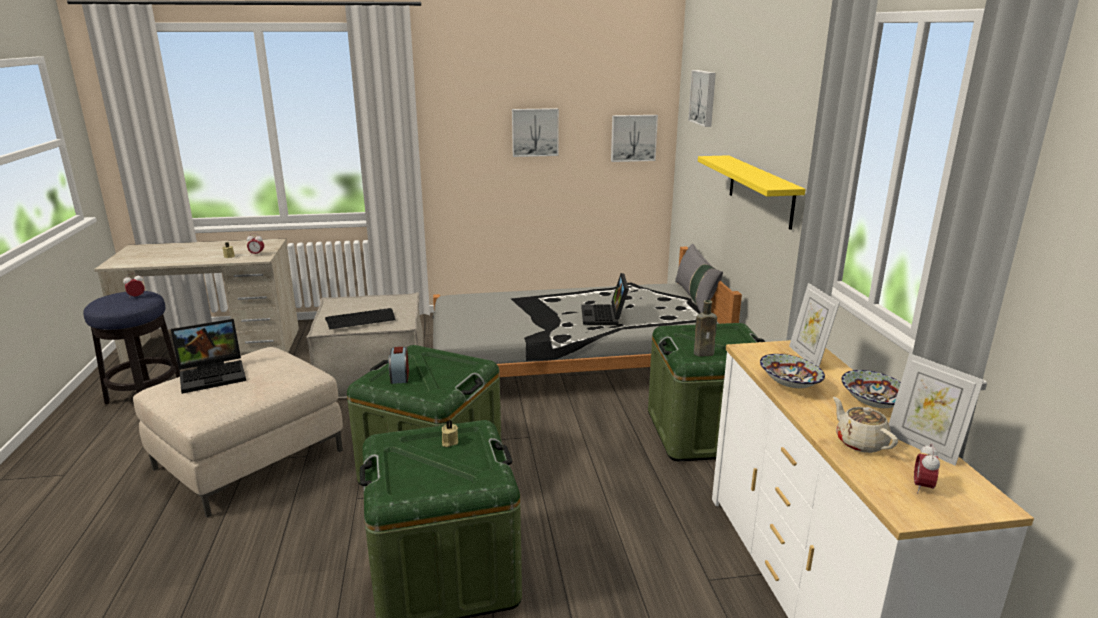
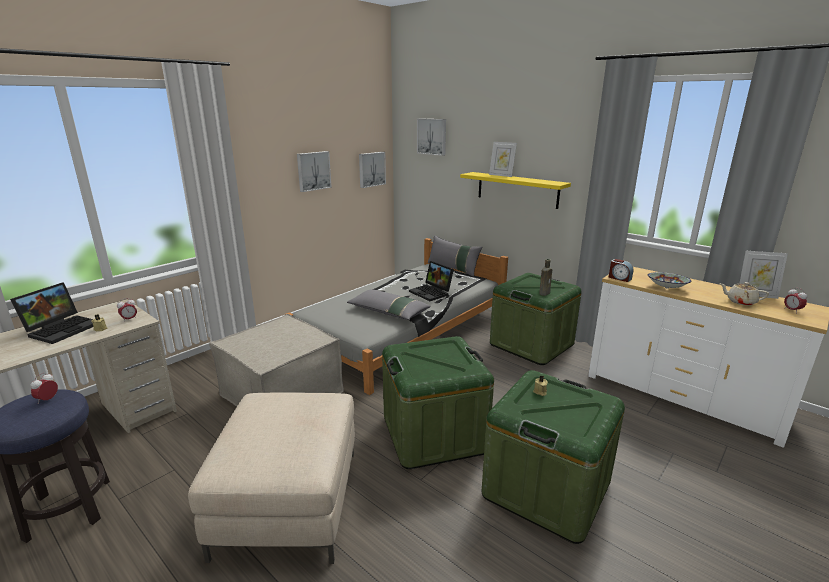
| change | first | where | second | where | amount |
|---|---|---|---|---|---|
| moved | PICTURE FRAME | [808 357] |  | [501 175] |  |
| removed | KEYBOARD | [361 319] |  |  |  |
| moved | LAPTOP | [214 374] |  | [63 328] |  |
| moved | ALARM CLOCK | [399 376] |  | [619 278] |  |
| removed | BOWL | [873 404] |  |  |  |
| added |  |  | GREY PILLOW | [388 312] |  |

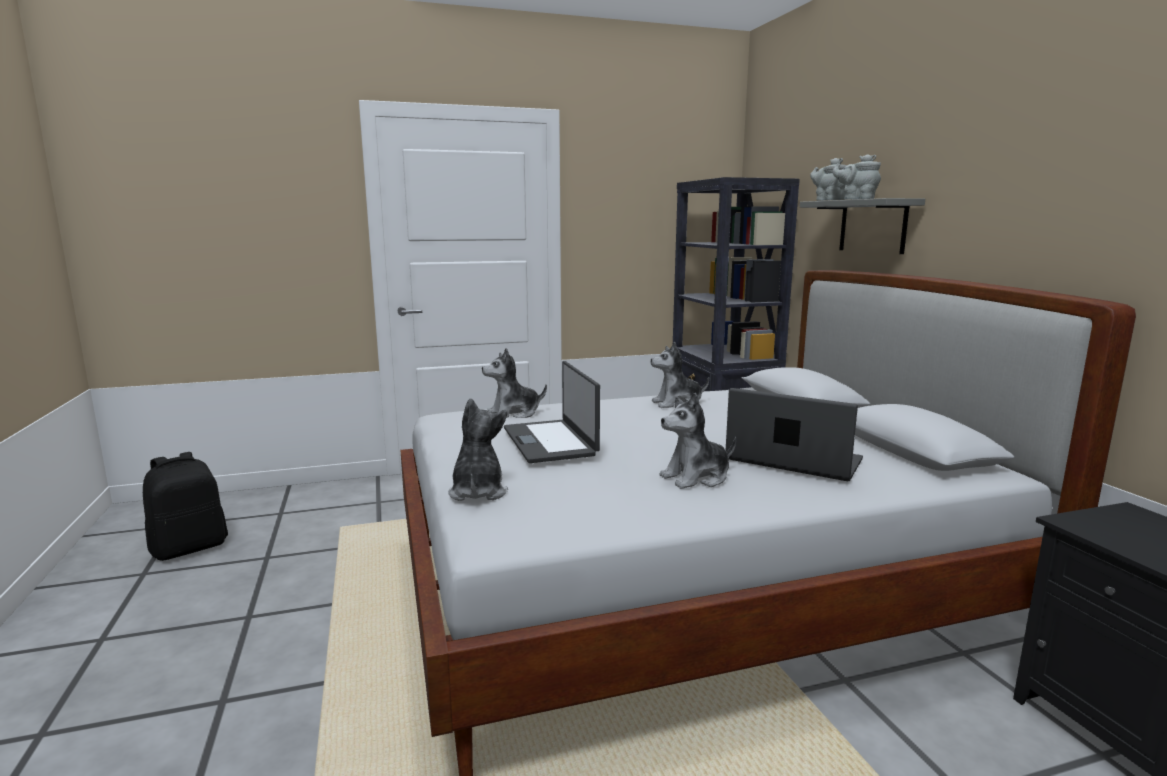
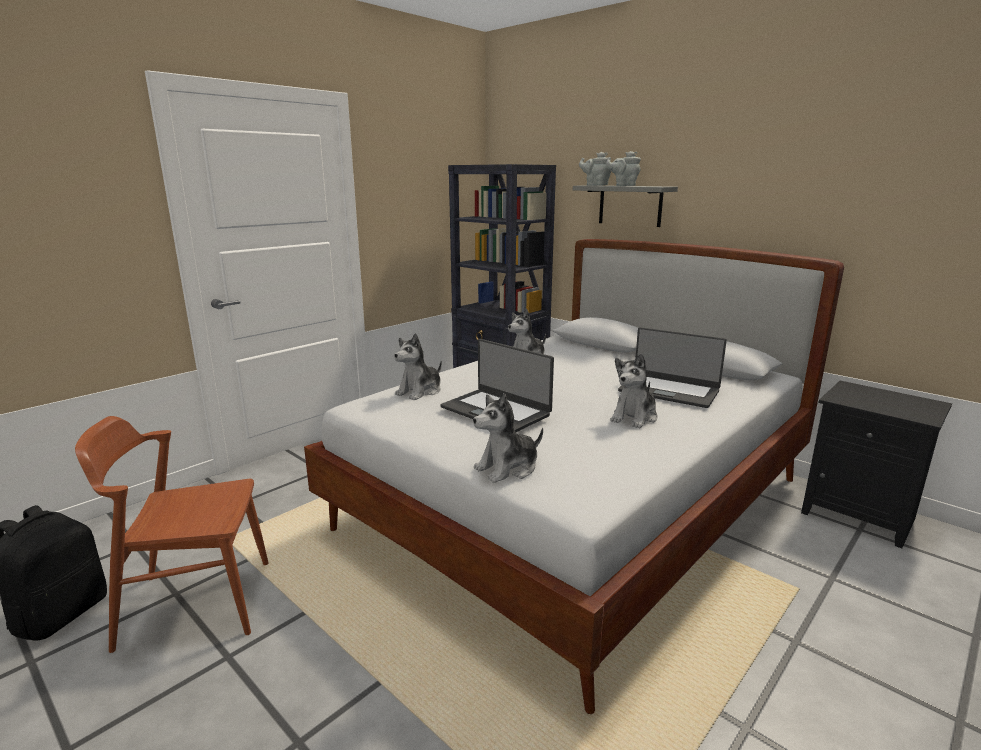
| change | first | where | second | where | amount |
|---|---|---|---|---|---|
| turned | LAPTOP | [793 461] |  | [669 391] | 150 degrees counterclockwise |
| turned | PLUSH TOY | [478 492] |  | [508 468] | 90 degrees counterclockwise |
| added |  |  | BROWN CHAIR | [196 603] |  |

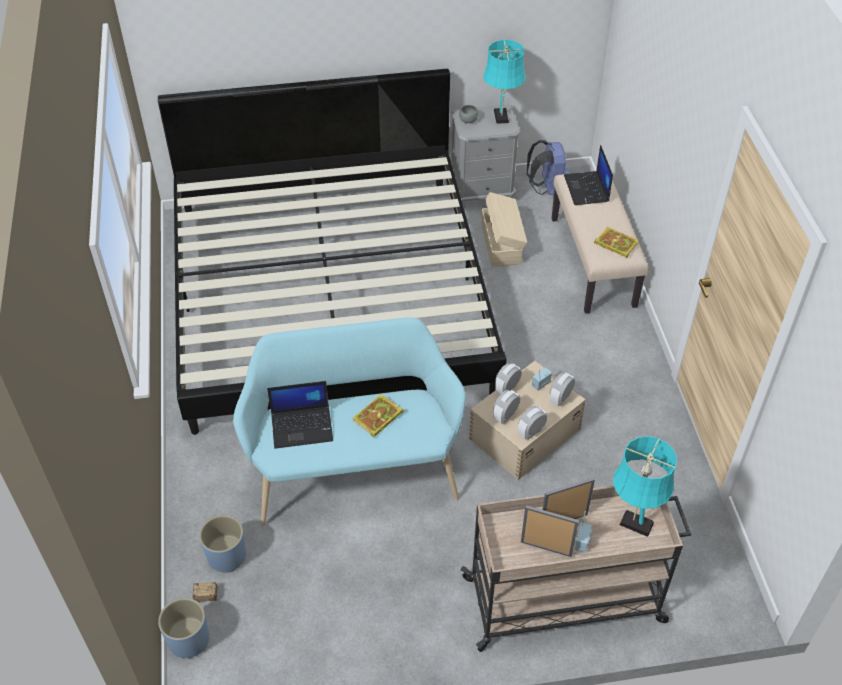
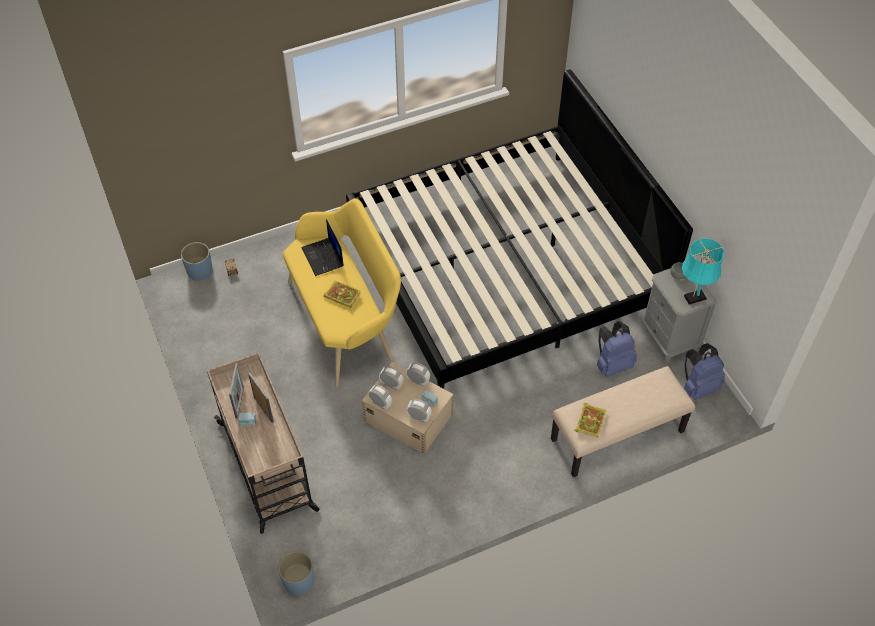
| change | first | where | second | where | amount |
|---|---|---|---|---|---|
| removed | LAPTOP | [587 189] |  |  |  |
| replaced | BEIGE STORAGE BOX | [501 242] | BLUE BACKPACK | [612 364] |  |
| recoloured | TURQUOISE BENCH | [354 469] | YELLOW BENCH | [346 320] |  |
| removed | TURQUOISE TABLE LAMP | [633 522] |  |  |  |
| moved | BLUE PLANTER | [227 556] |  | [298 581] |  |

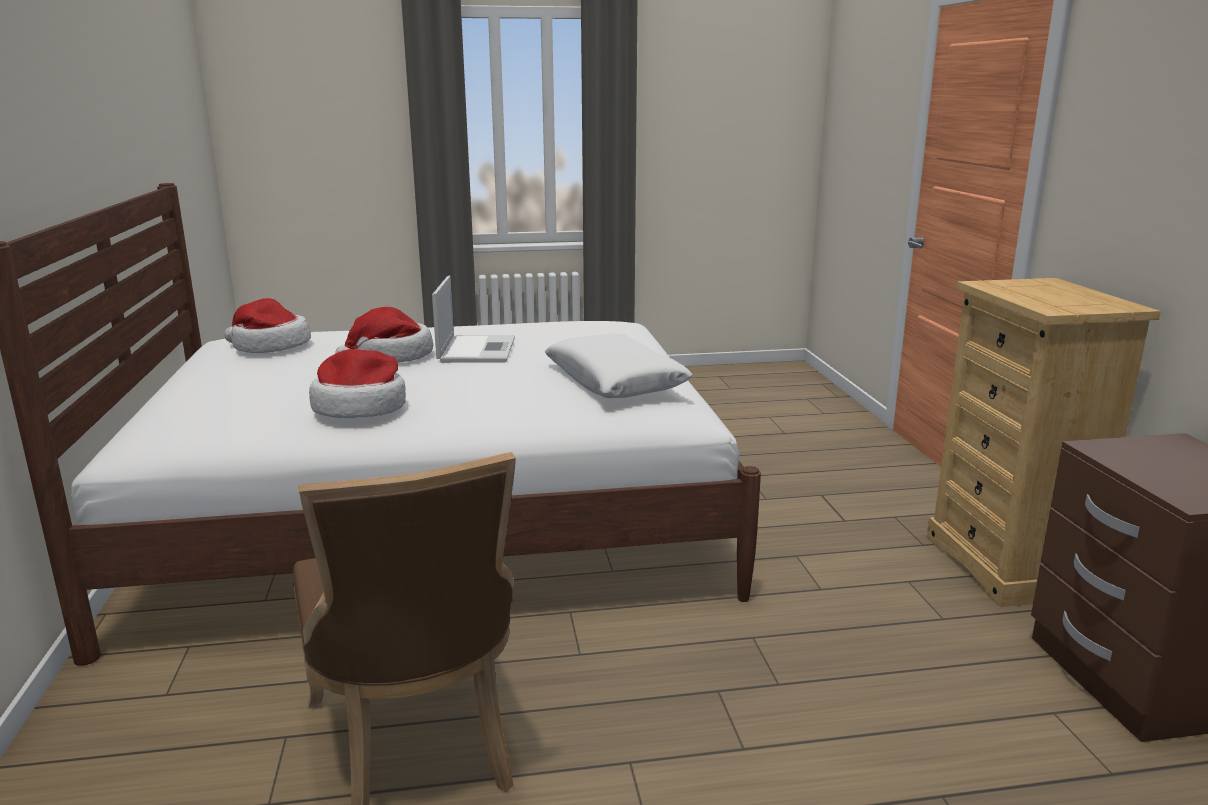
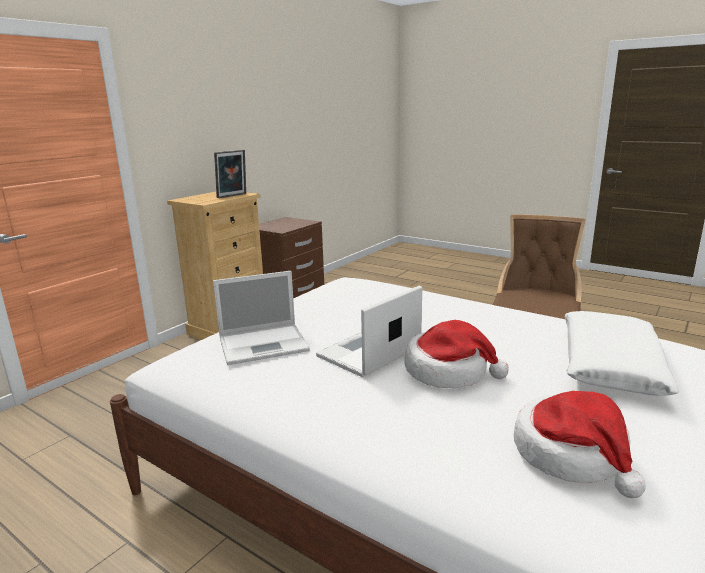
| change | first | where | second | where | amount |
|---|---|---|---|---|---|
| moved | WHITE PILLOW | [615 381] |  | [610 364] |  |
| removed | HAT | [361 407] |  |  |  |
| added |  |  | PICTURE FRAME | [233 196] |  |
| added |  |  | LAPTOP | [265 344] |  |

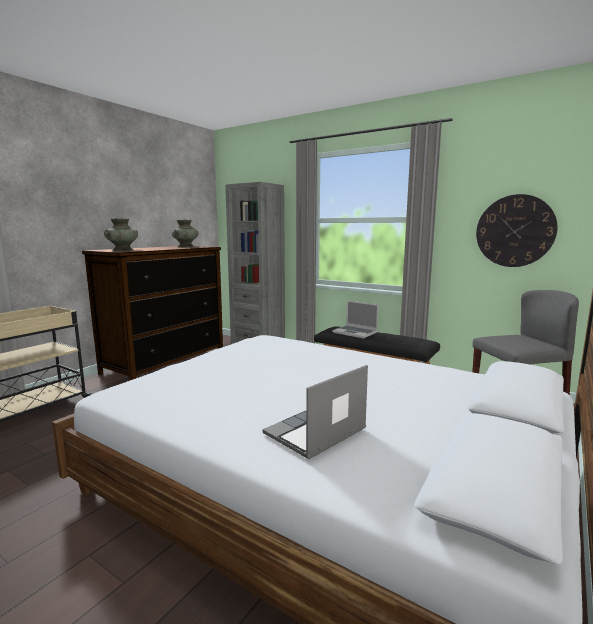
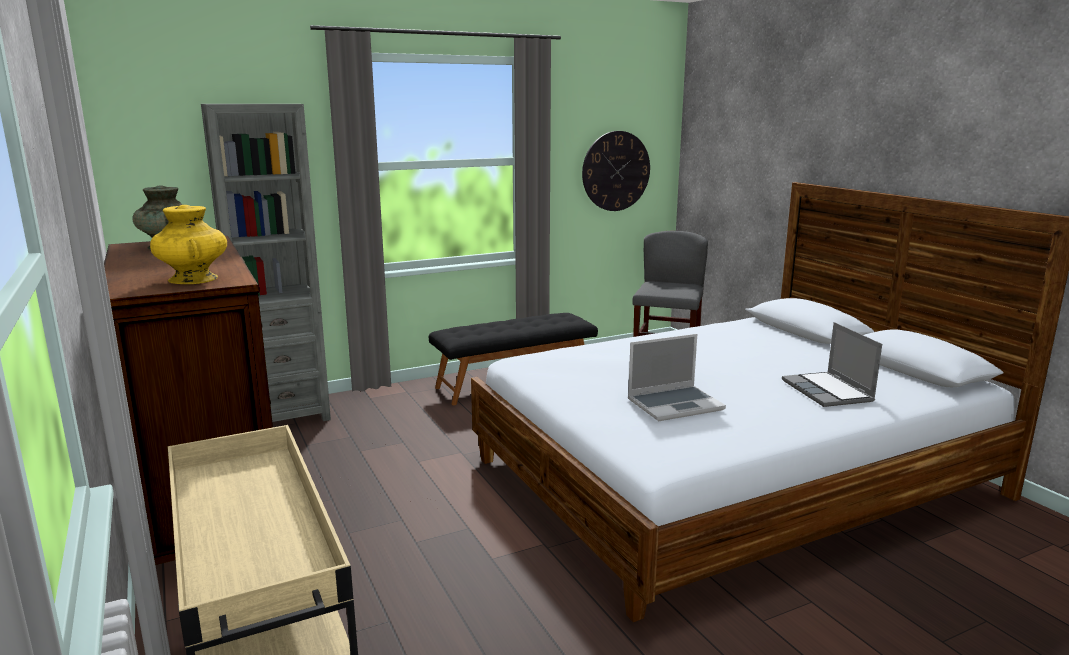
| change | first | where | second | where | amount |
|---|---|---|---|---|---|
| recoloured | TURQUOISE VASE | [123 250] | YELLOW VASE | [193 279] |  |
| moved | LAPTOP | [355 332] |  | [675 404] |  |

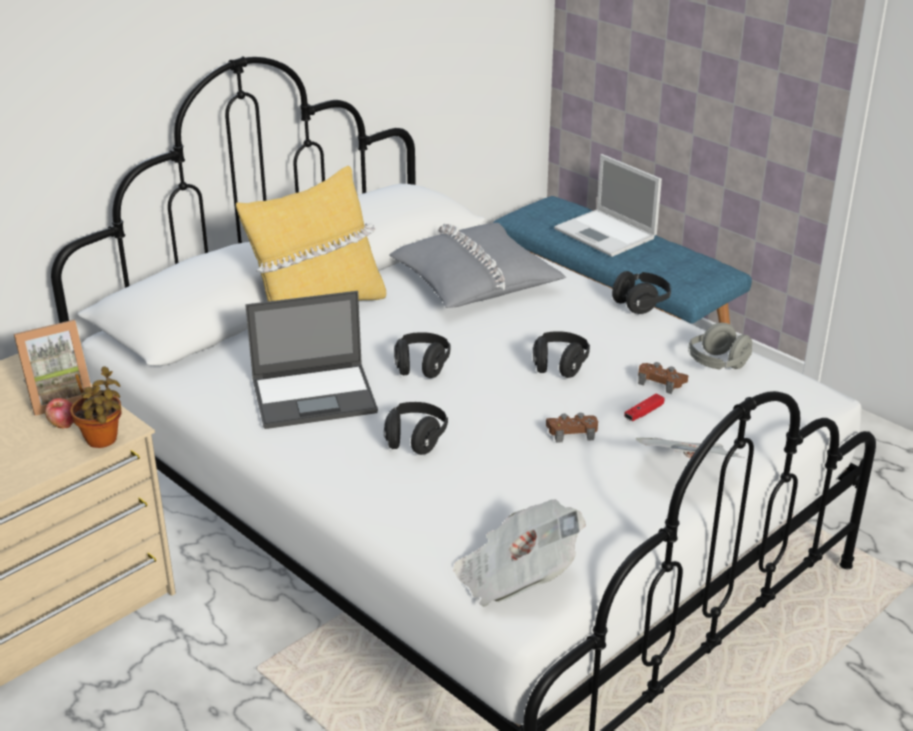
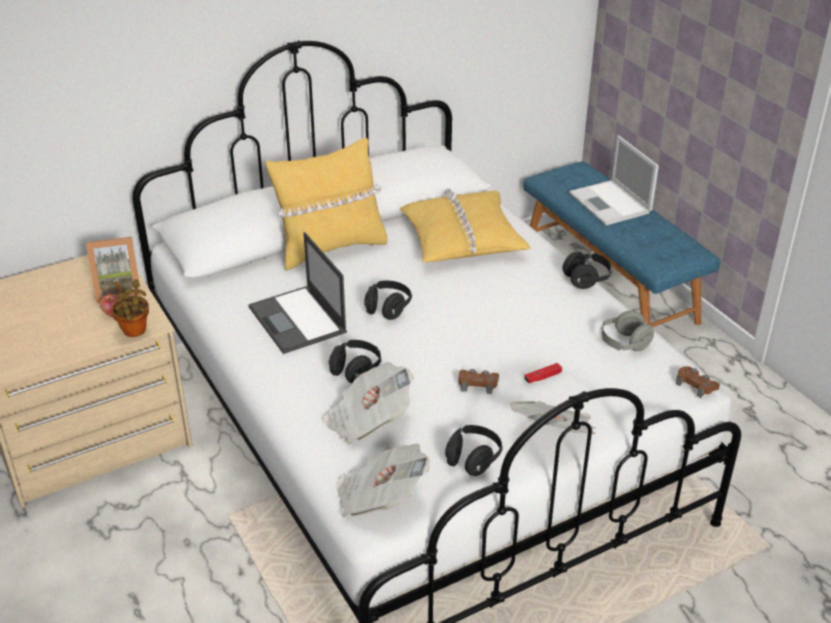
| change | first | where | second | where | amount |
|---|---|---|---|---|---|
| recoloured | GREY PILLOW | [473 280] | YELLOW PILLOW | [462 238] |  |
| turned | LAPTOP | [315 396] |  | [298 320] | 60 degrees clockwise |
| moved | BLACK HEADPHONES | [559 366] |  | [473 459] |  |
| moved | BROWN GAME CONTROLLER | [661 382] |  | [696 385] |  |
| added |  |  | NEWSPAPER | [368 420] |  |

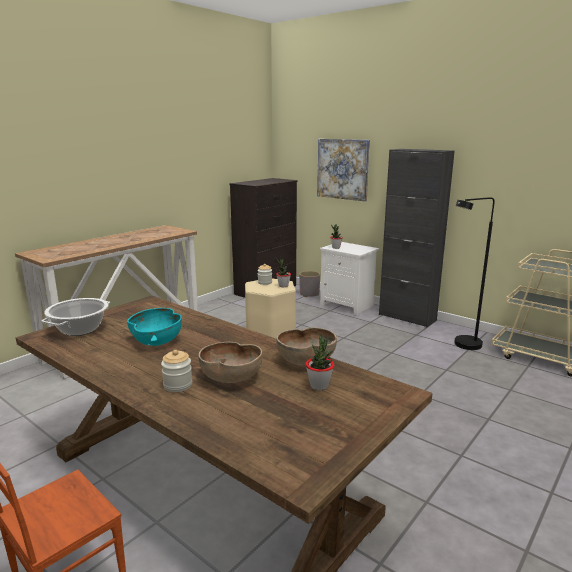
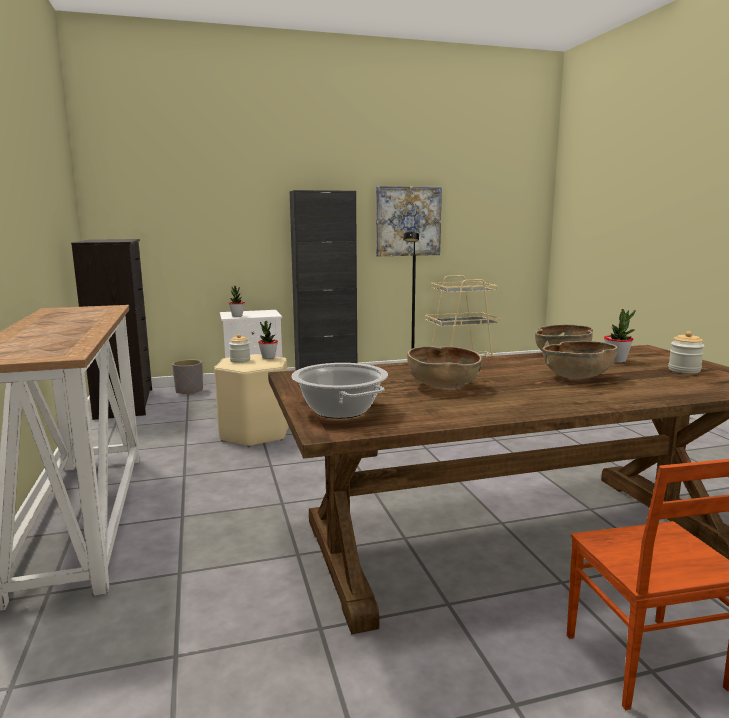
| change | first | where | second | where | amount |
|---|---|---|---|---|---|
| moved | PICTURE | [343 169] |  | [408 221] |  |
| recoloured | TURQUOISE BOWL | [157 341] | BROWN BOWL | [443 386] |  |
| moved | JAR | [178 385] |  | [684 370] |  |

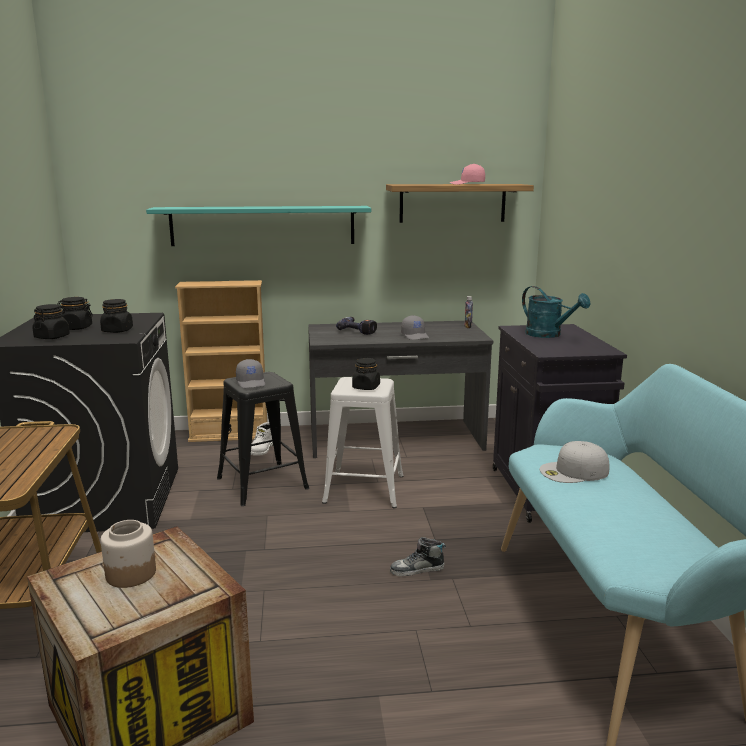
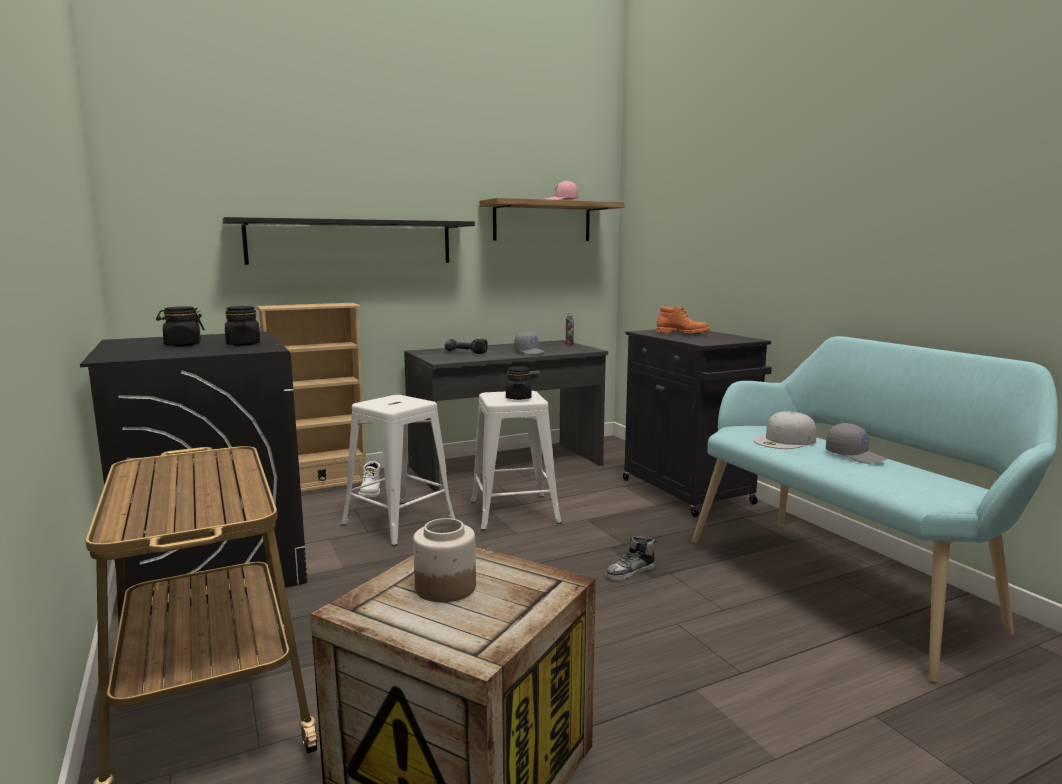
| change | first | where | second | where | amount |
|---|---|---|---|---|---|
| recoloured | TURQUOISE SHELF | [263 225] | BLACK SHELF | [352 242] |  |
| replaced | TURQUOISE WATERING CAN | [549 335] | ORANGE BOOT | [682 333] |  |
| removed | BLACK JAR | [52 337] |  |  |  |
| moved | GREY CAP | [251 382] |  | [855 455] |  |
| recoloured | BLACK STOOL | [262 483] | WHITE STOOL | [399 522] |  |

